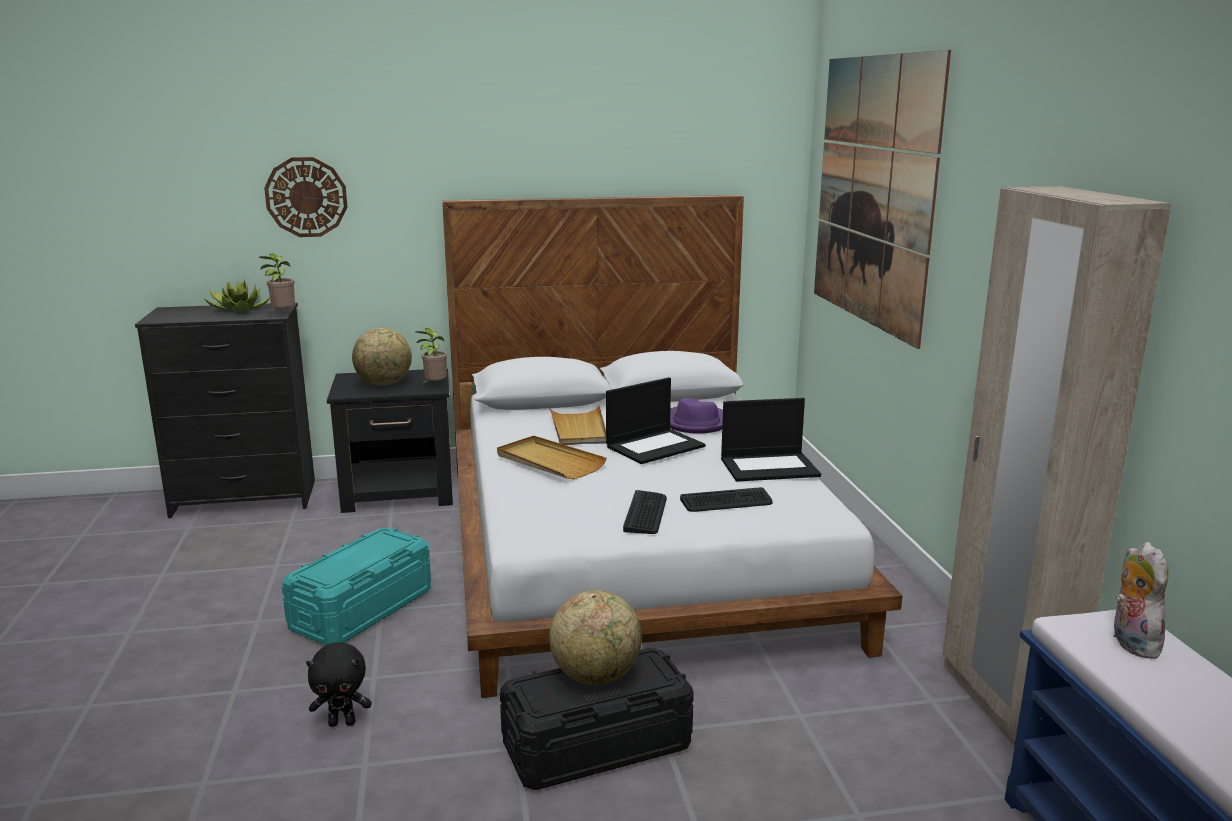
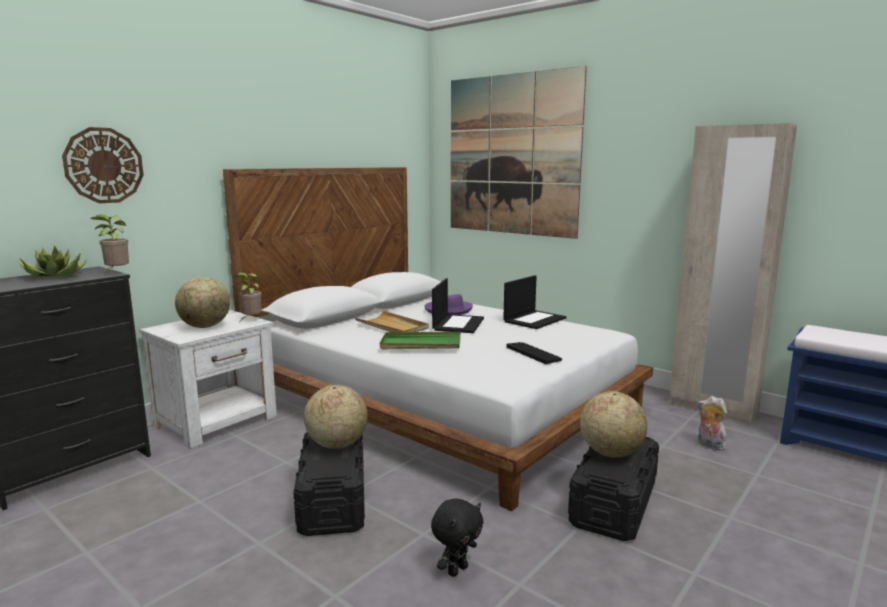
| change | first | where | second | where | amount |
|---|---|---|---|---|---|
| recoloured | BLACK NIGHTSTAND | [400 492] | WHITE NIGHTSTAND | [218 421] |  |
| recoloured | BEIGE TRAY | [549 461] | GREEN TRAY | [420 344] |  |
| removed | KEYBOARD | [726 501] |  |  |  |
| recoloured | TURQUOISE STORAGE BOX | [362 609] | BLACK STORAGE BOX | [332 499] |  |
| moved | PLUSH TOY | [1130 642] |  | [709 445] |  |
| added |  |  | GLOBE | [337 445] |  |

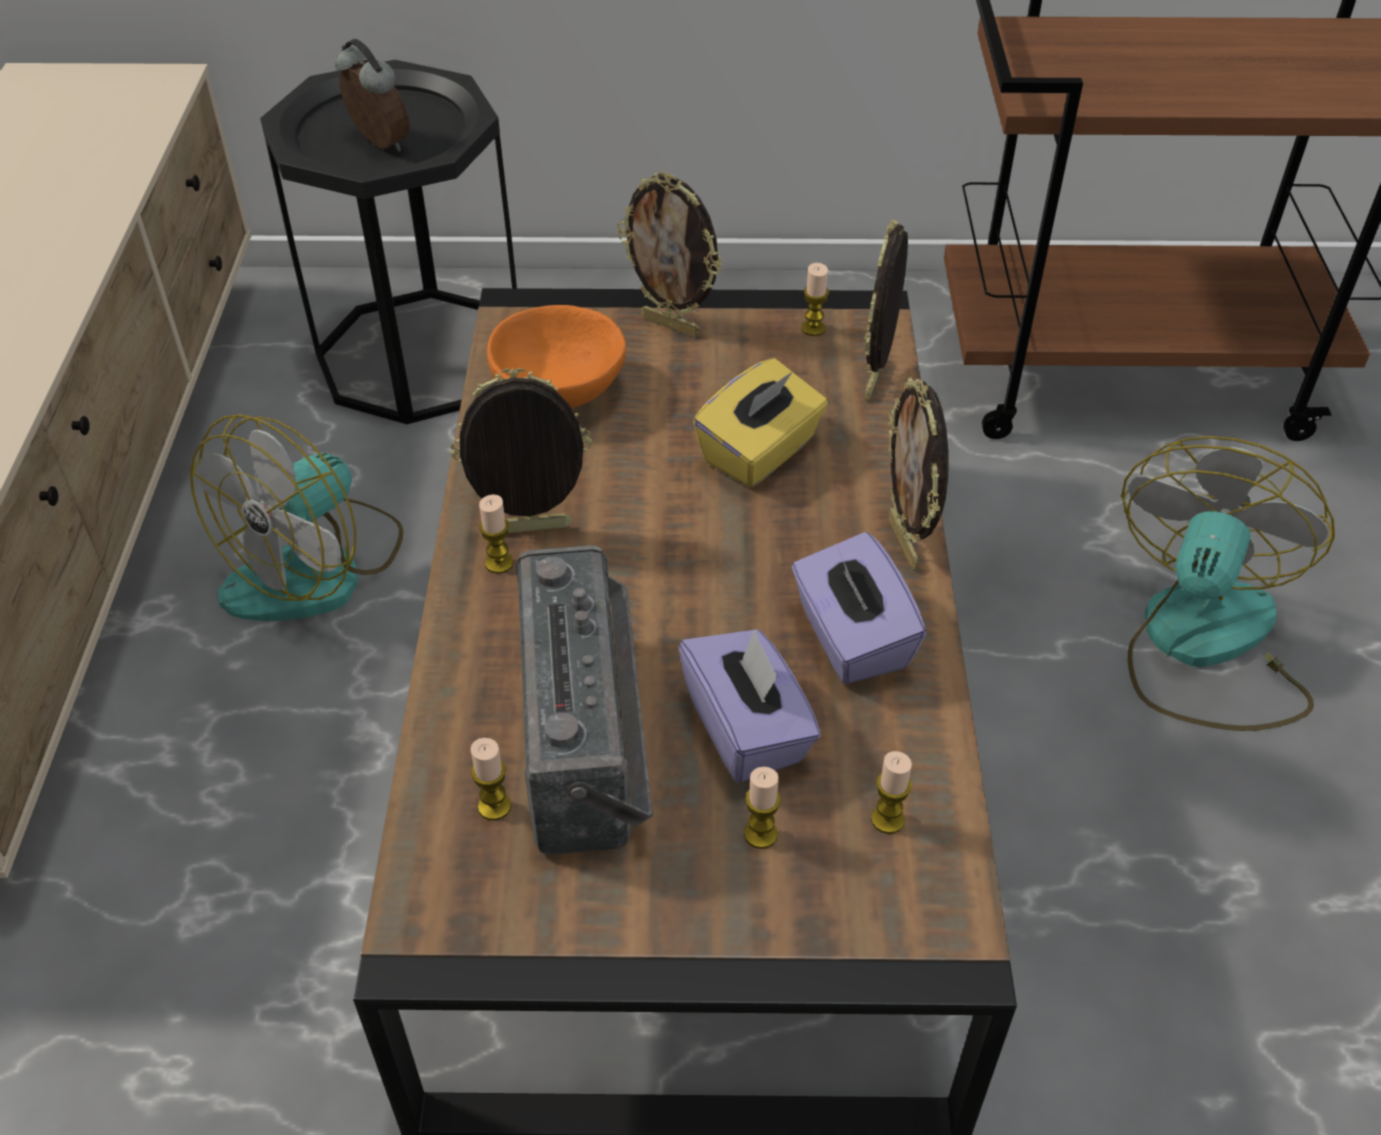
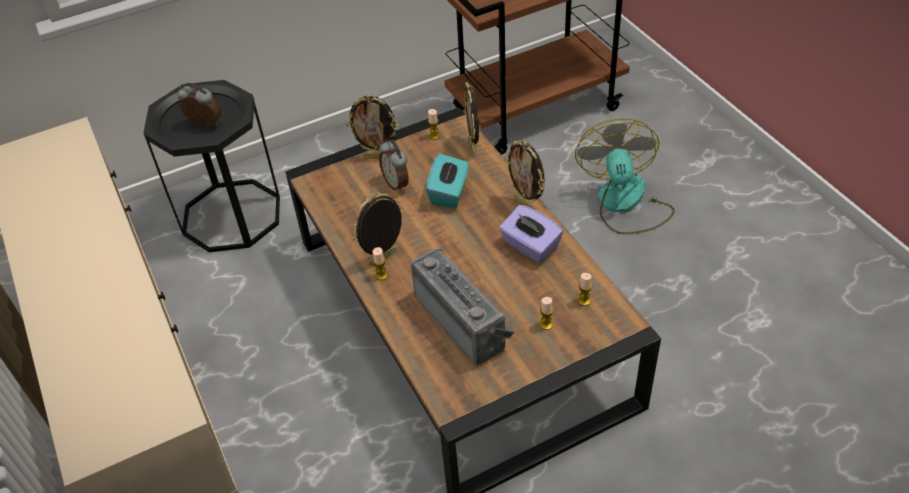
| change | first | where | second | where | amount |
|---|---|---|---|---|---|
| removed | ORANGE BOWL | [559 392] |  |  |  |
| recoloured | YELLOW TISSUE BOX | [760 452] | TURQUOISE TISSUE BOX | [449 193] |  |
| removed | FAN | [316 567] |  |  |  |
| removed | PURPLE TISSUE BOX | [747 730] |  |  |  |
| removed | CANDLE | [494 806] |  |  |  |
| added |  |  | ALARM CLOCK | [397 183] |  |

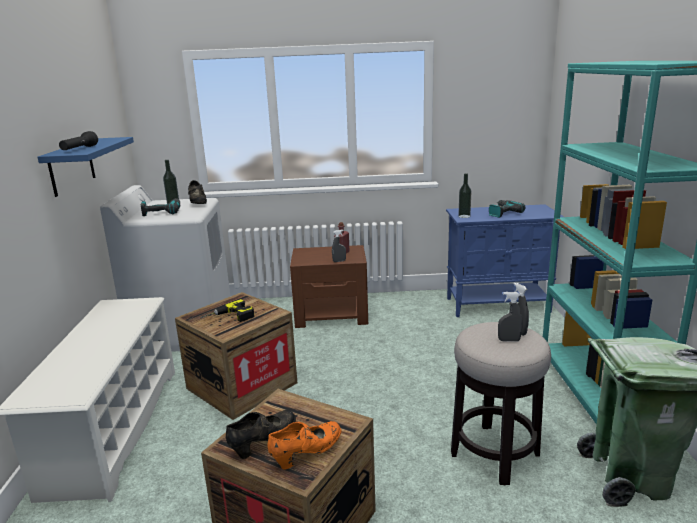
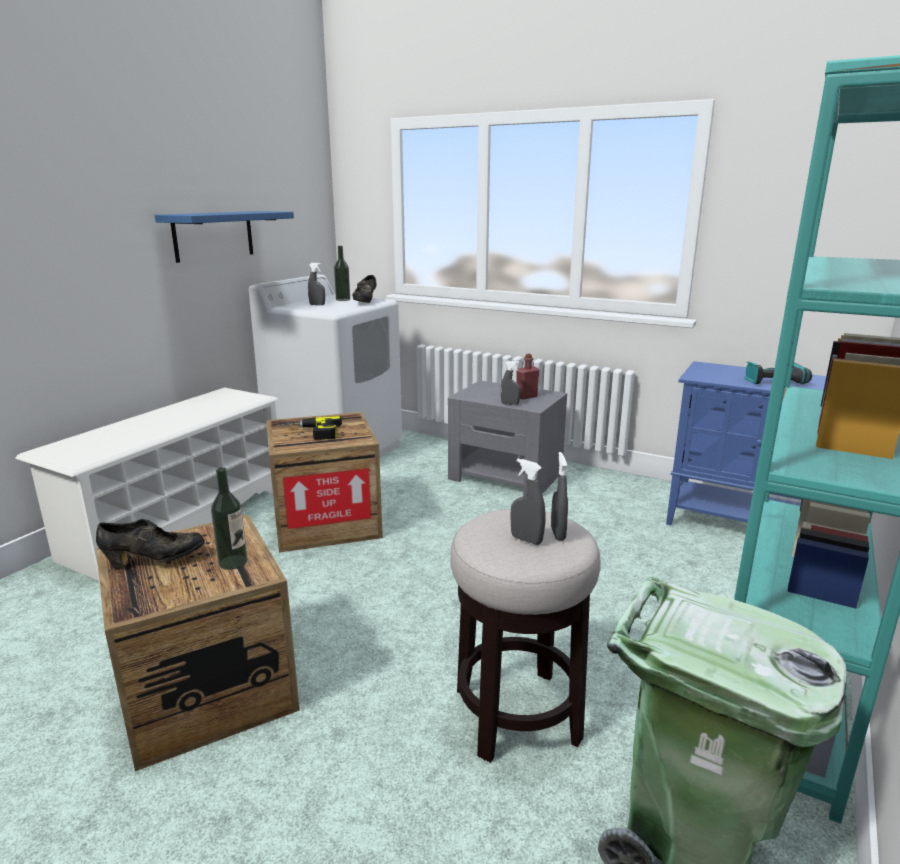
| change | first | where | second | where | amount |
|---|---|---|---|---|---|
| removed | BLACK FLASHLIGHT | [79 149] |  |  |  |
| moved | BOTTLE | [464 216] |  | [233 562] |  |
| replaced | POWER DRILL | [162 212] | GREY SPRAY BOTTLE | [317 305] |  |
| recoloured | BROWN NIGHTSTAND | [332 314] | GREY NIGHTSTAND | [506 476] |  |
| removed | ORANGE SHOE | [307 454] |  |  |  |

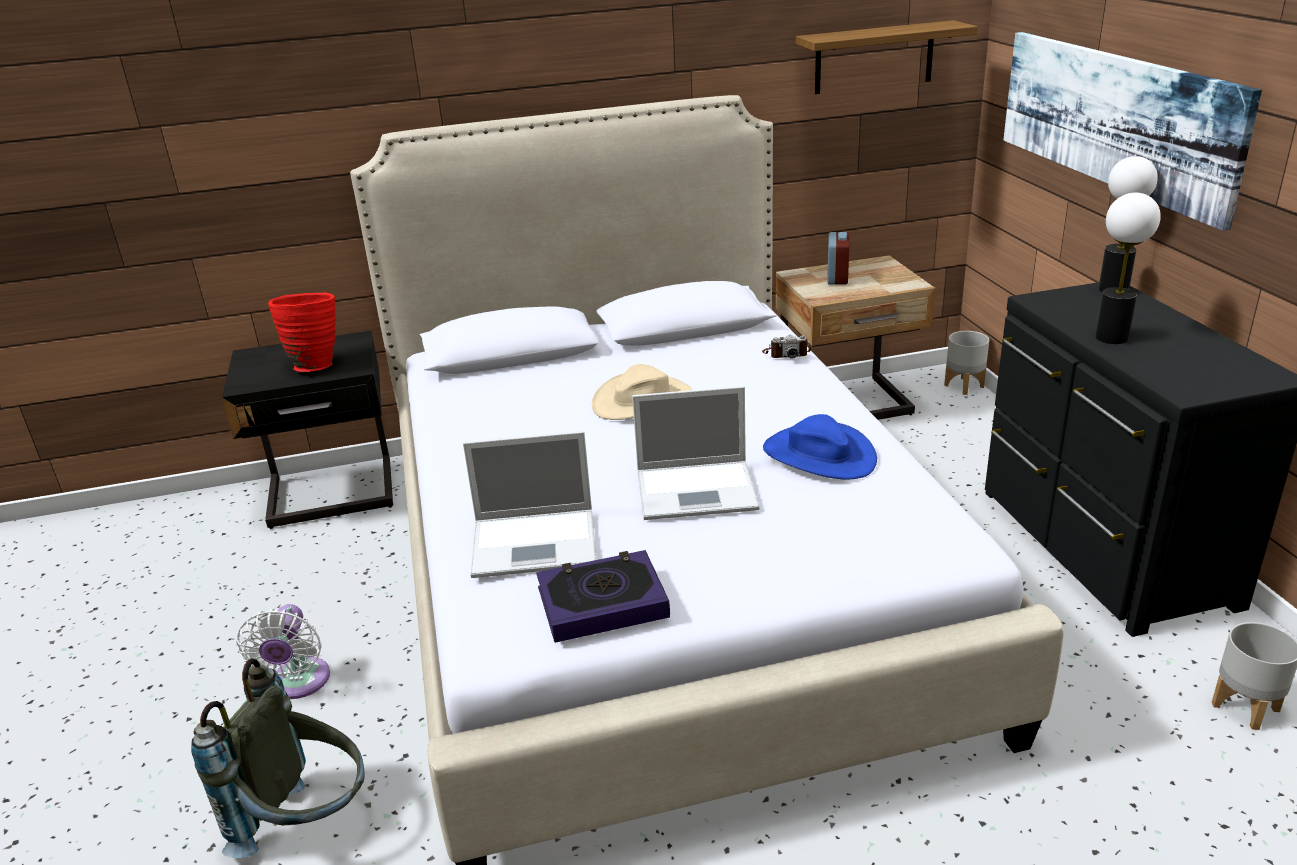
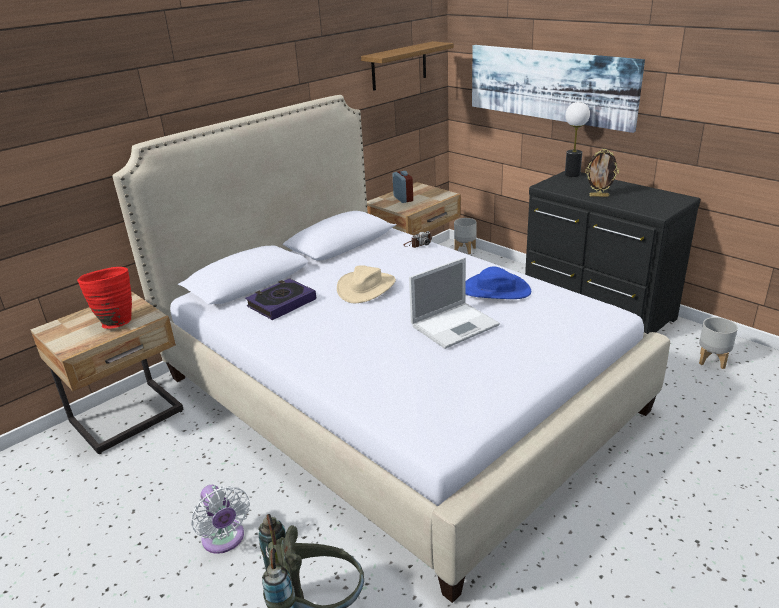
| change | first | where | second | where | amount |
|---|---|---|---|---|---|
| replaced | TABLE LAMP | [1112 337] | PICTURE FRAME | [599 196] |  |
| recoloured | BLACK NIGHTSTAND | [333 496] | BEIGE NIGHTSTAND | [129 418] |  |
| removed | LAPTOP | [537 543] |  |  |  |
| moved | BOOK | [602 603] |  | [281 303] |  |

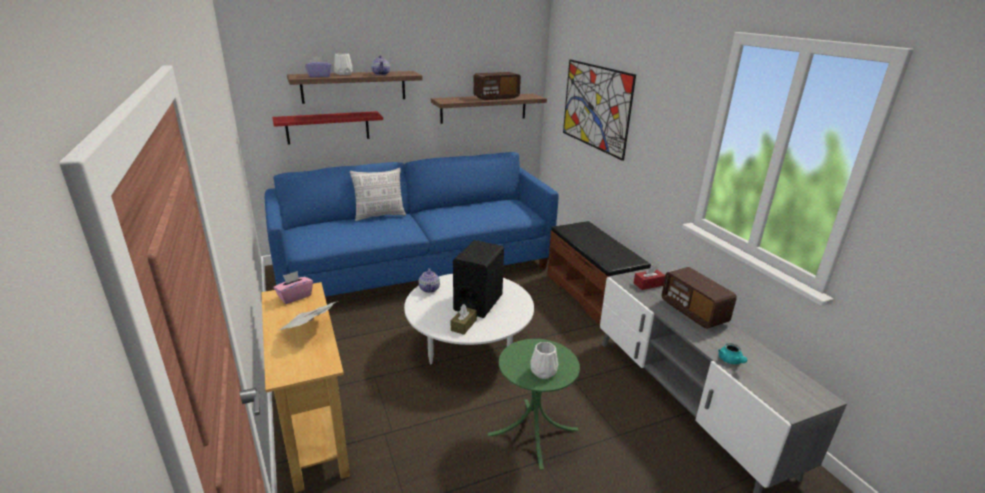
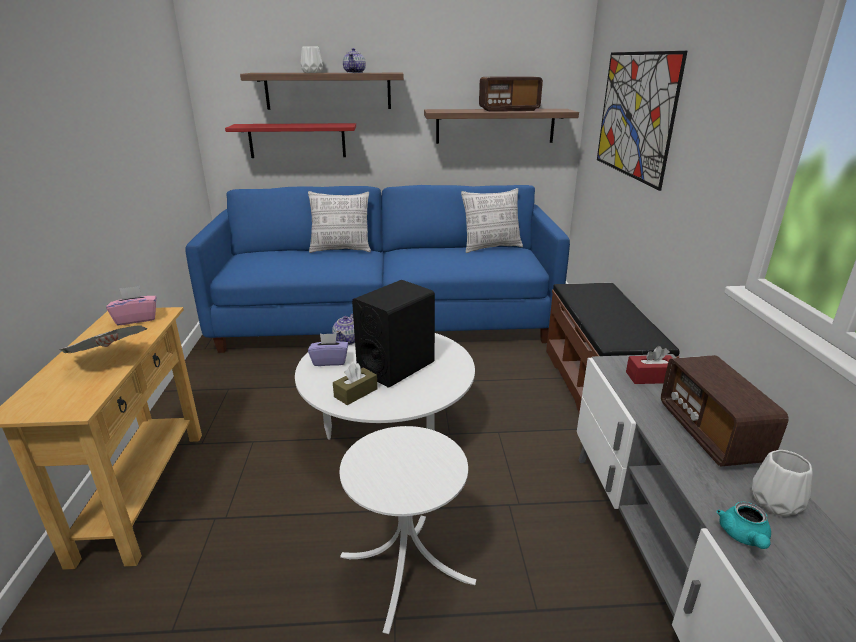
| change | first | where | second | where | amount |
|---|---|---|---|---|---|
| moved | PURPLE TISSUE BOX | [319 76] |  | [330 361] |  |
| recoloured | GREEN SIDE TABLE | [533 432] | WHITE SIDE TABLE | [406 568] |  |
| moved | WHITE VASE | [544 372] |  | [776 503] |  |
| added |  |  | PILLOW | [491 247] |  |

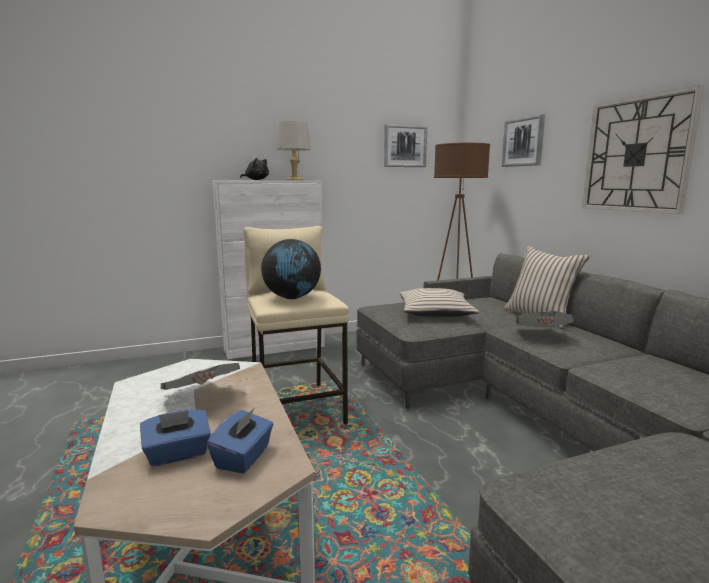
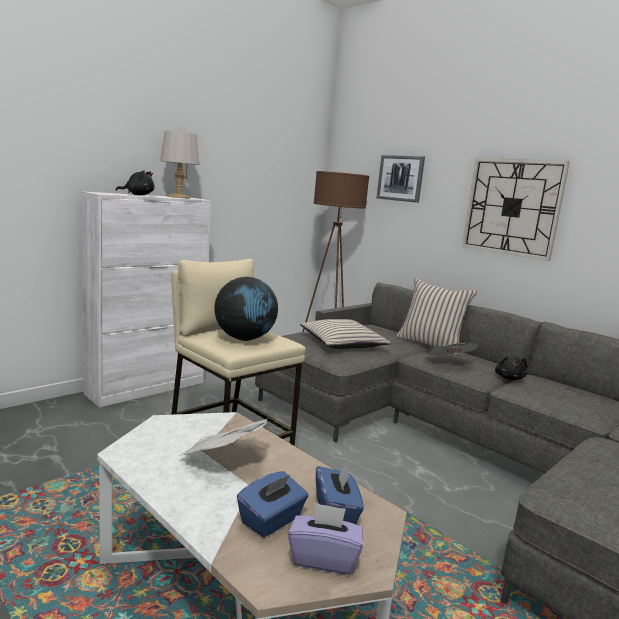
| change | first | where | second | where | amount |
|---|---|---|---|---|---|
| removed | PICTURE | [405 146] |  |  |  |
| added |  |  | BLACK PLUSH TOY | [509 378] |  |
| added |  |  | PURPLE TISSUE BOX | [324 558] |  |

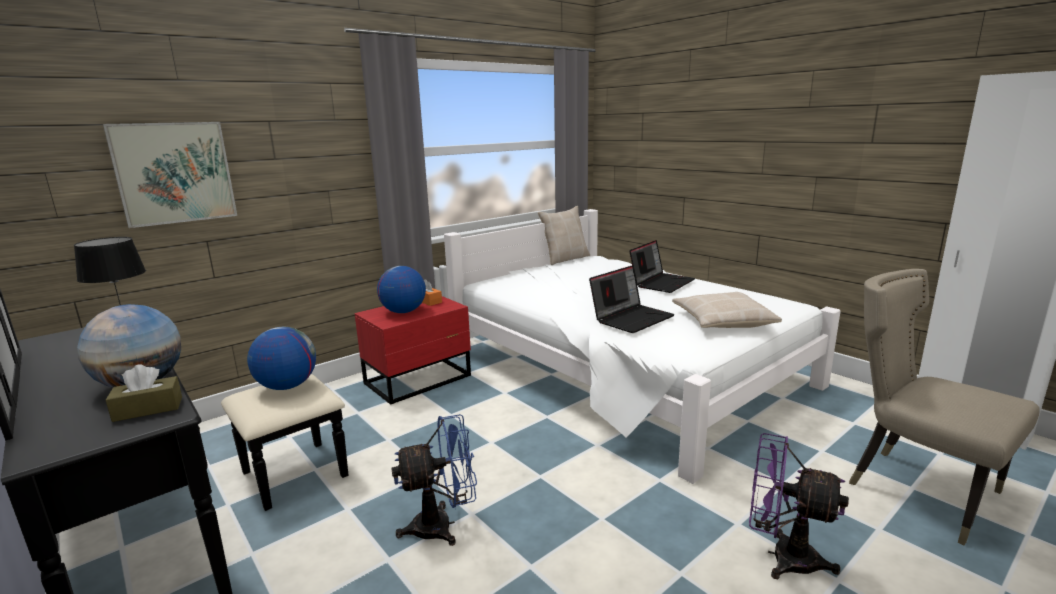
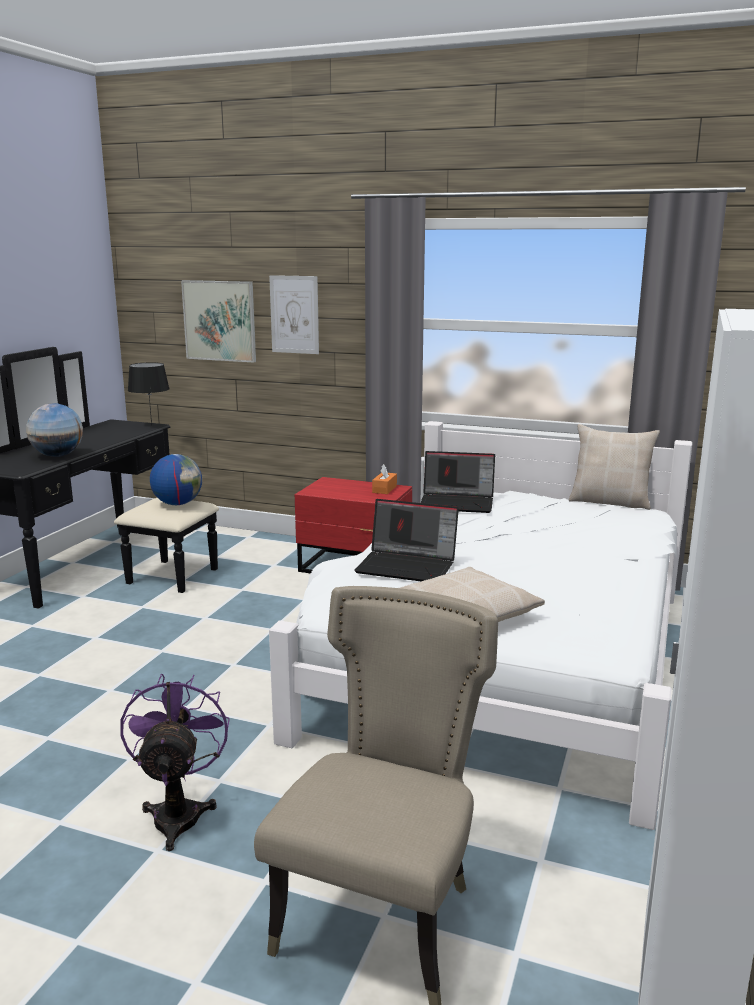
| change | first | where | second | where | amount |
|---|---|---|---|---|---|
| moved | LAPTOP | [661 282] |  | [458 503] |  |
| removed | GLOBE | [403 312] |  |  |  |
| removed | BROWN TISSUE BOX | [148 409] |  |  |  |
| removed | BLUE FAN | [443 525] |  |  |  |
| added |  |  | PICTURE | [294 314] |  |

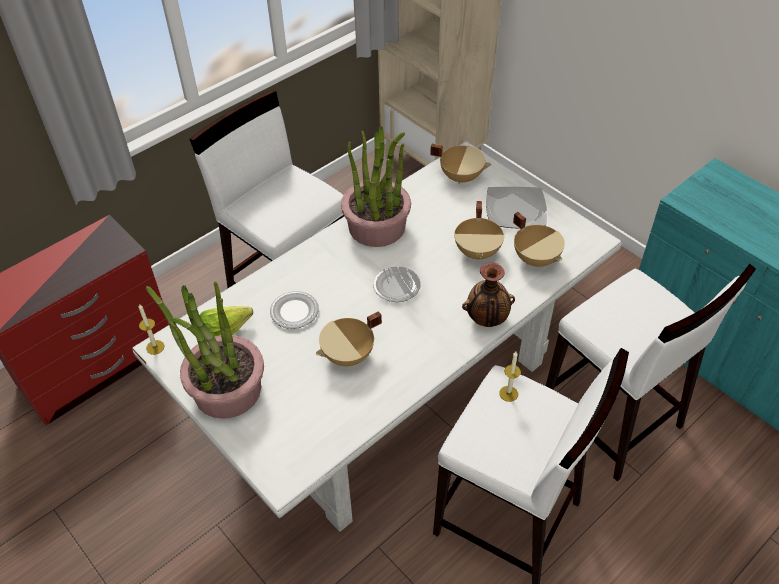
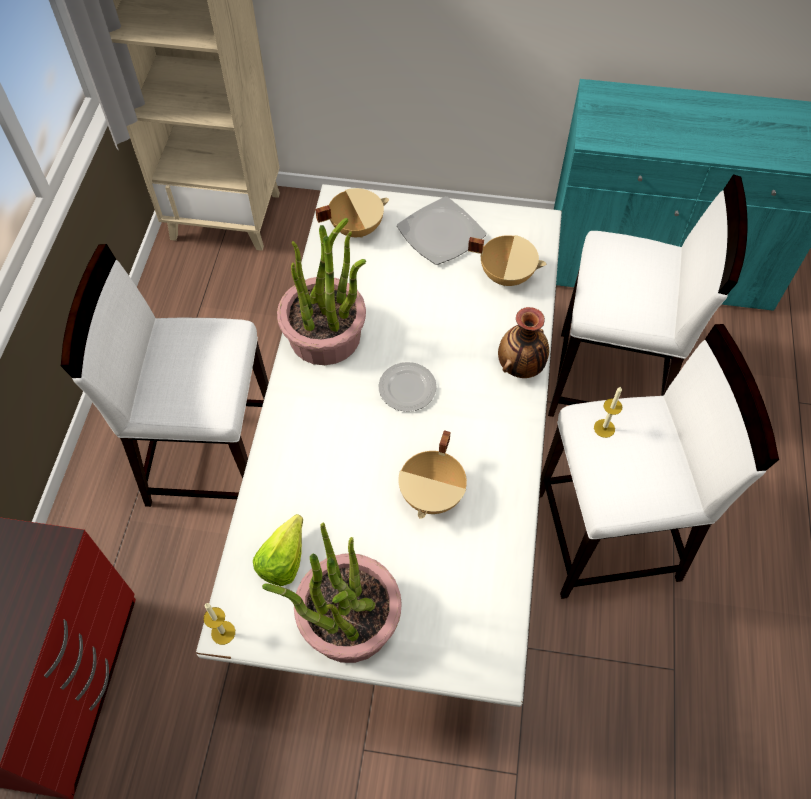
| change | first | where | second | where | amount |
|---|---|---|---|---|---|
| removed | BEIGE COOKING POT | [478 252] |  |  |  |
| removed | PLATE | [294 312] |  |  |  |

